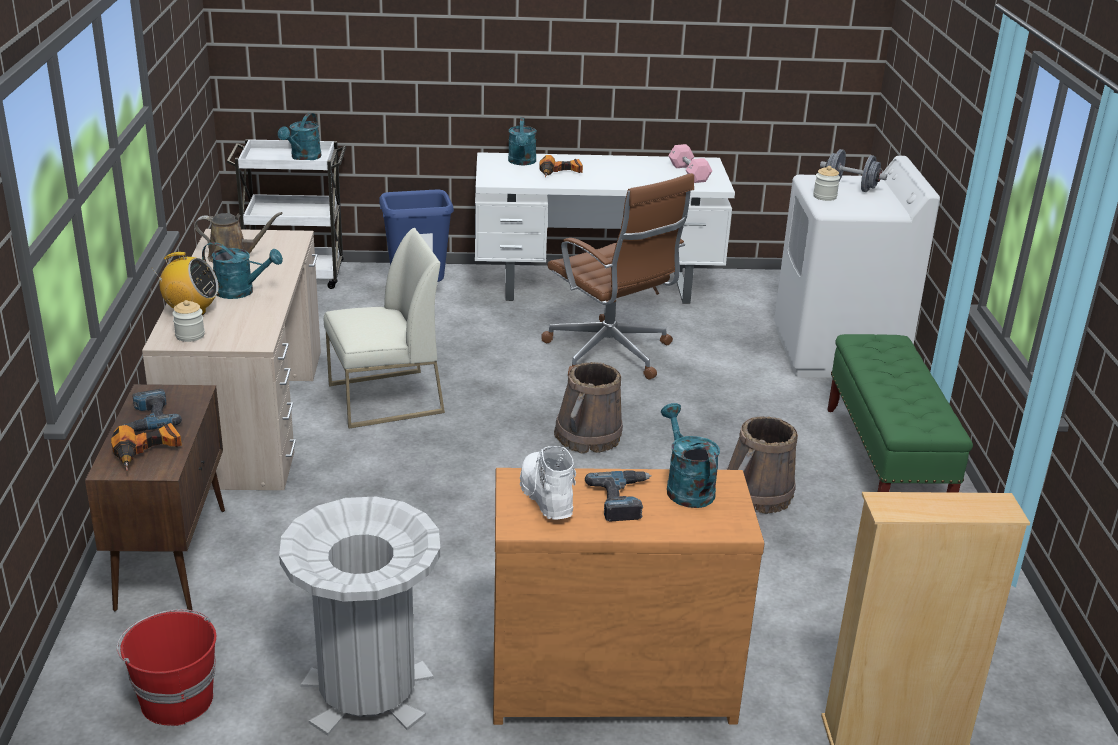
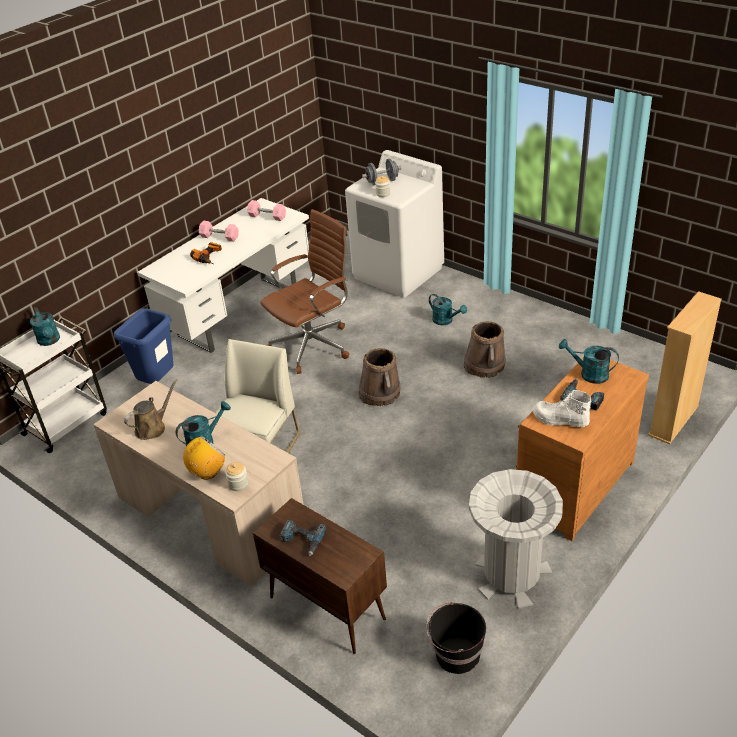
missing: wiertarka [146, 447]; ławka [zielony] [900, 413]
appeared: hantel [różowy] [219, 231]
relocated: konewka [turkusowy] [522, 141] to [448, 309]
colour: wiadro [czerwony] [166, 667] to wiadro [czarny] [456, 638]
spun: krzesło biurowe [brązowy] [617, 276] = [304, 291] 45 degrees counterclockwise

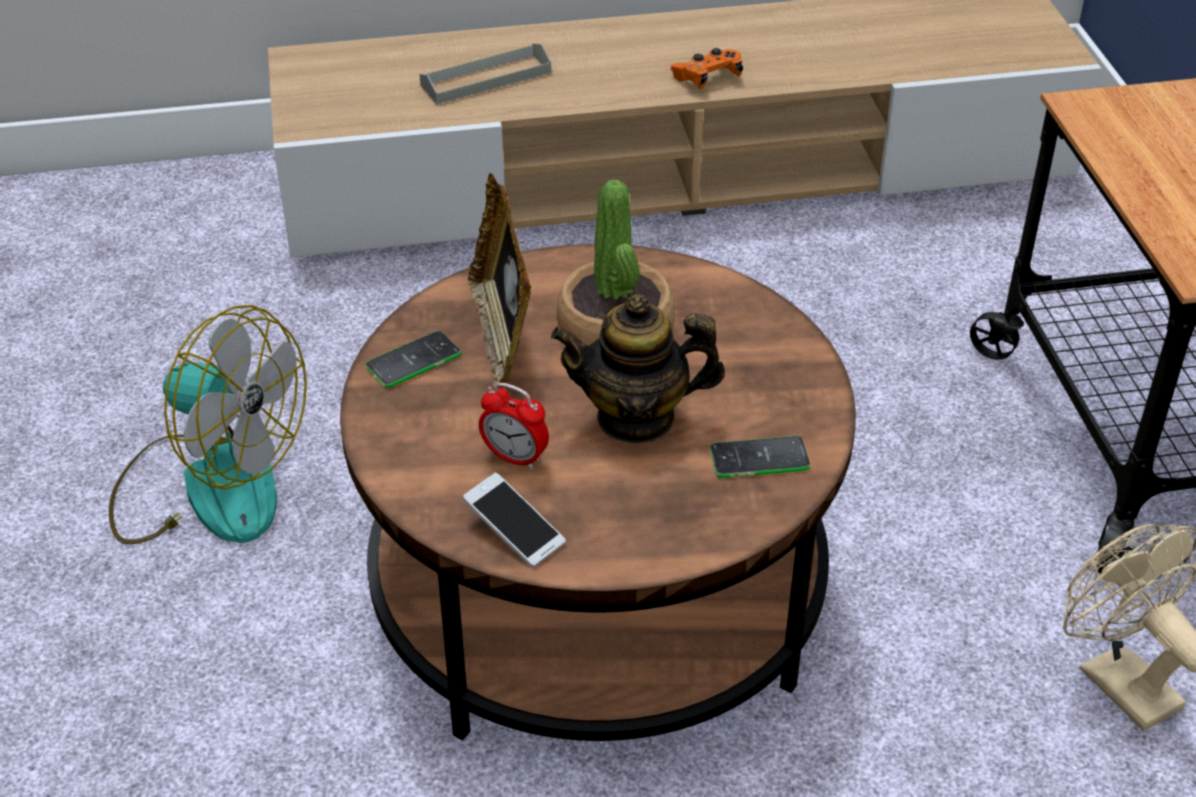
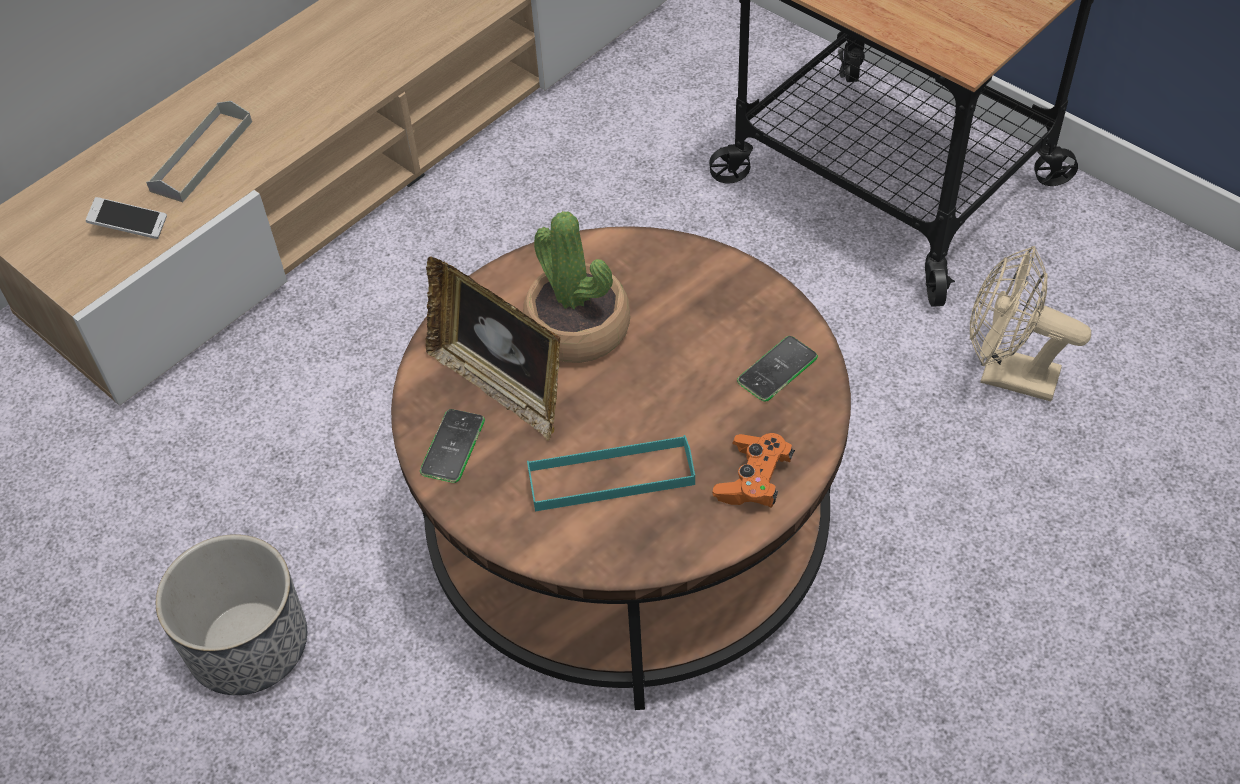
missing: imbryk [638, 369]
relocated: telefon [514, 520] to [126, 218]; pad do gier [pomarańczowy] [706, 68] to [754, 470]
exchanged: wentylator [208, 424] to donica [231, 614]; budzik [514, 426] to taca [turkusowy] [611, 473]

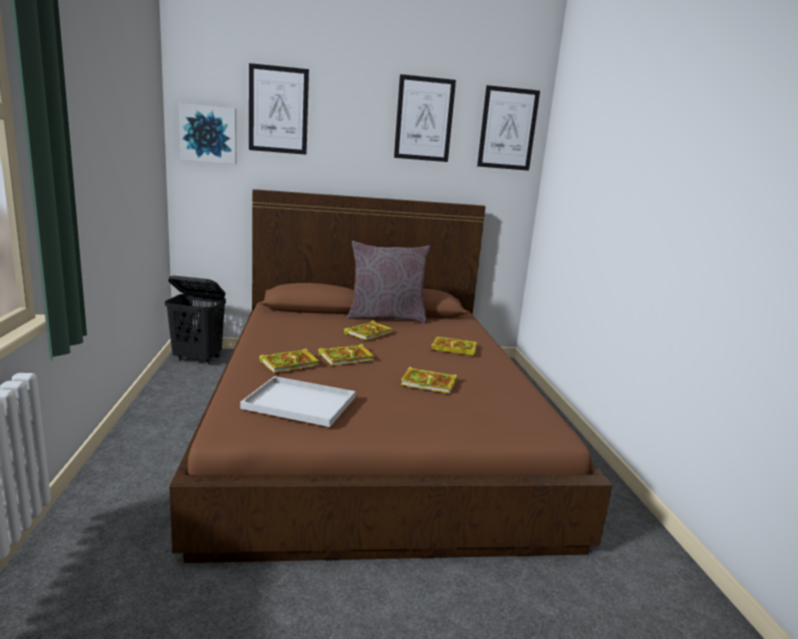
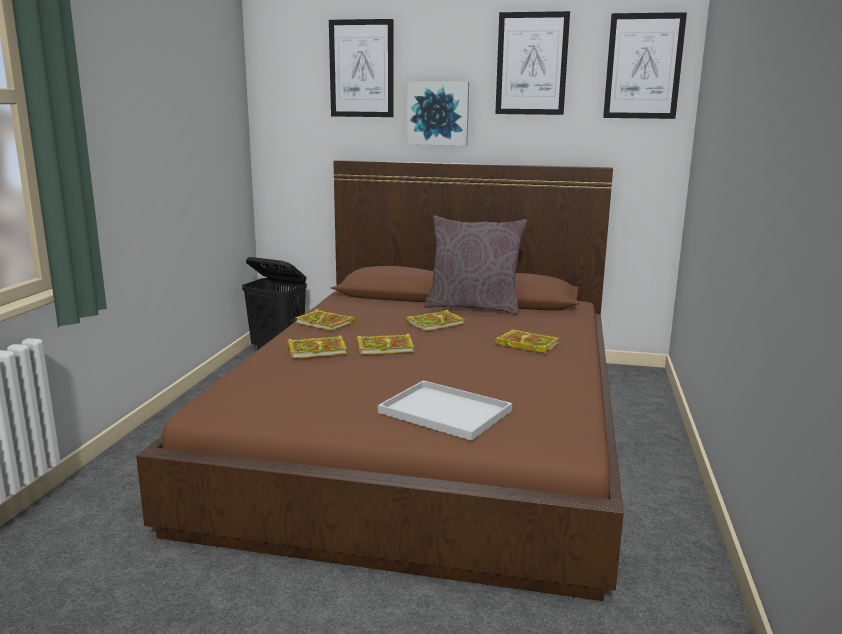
relocated: obraz [207, 133] to [438, 113]; taca [biały] [298, 401] to [445, 410]; książka [428, 380] to [325, 320]

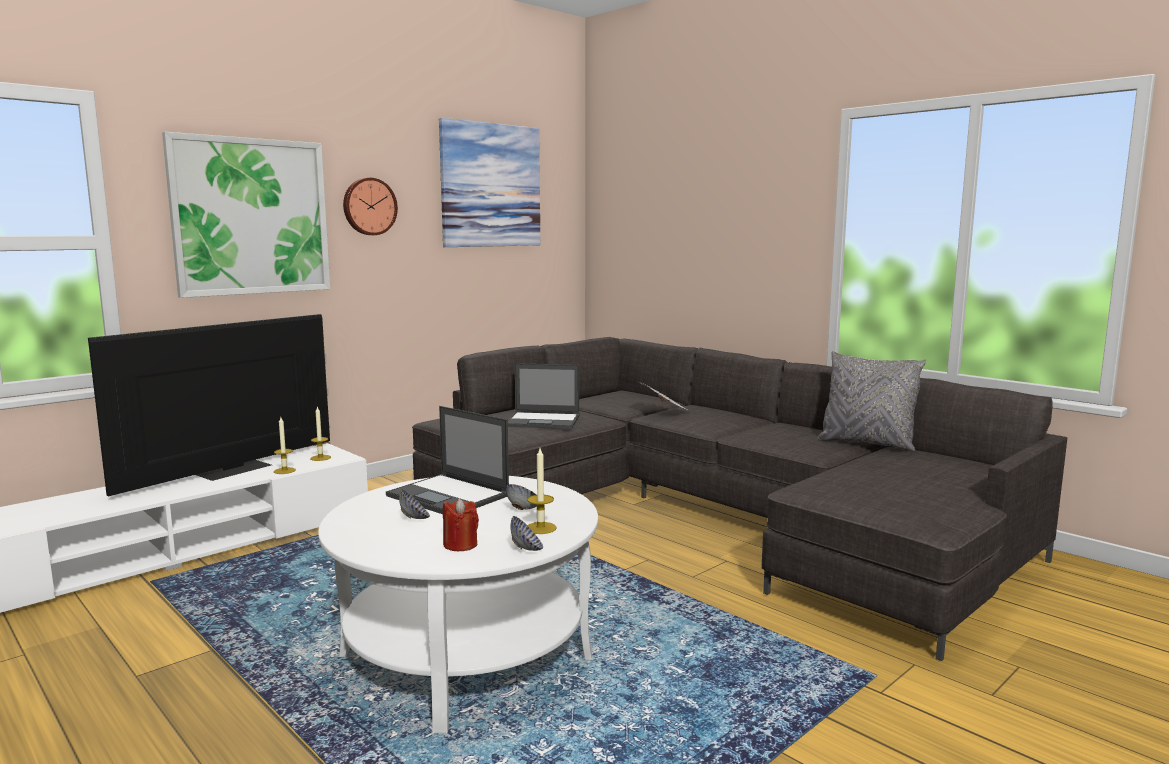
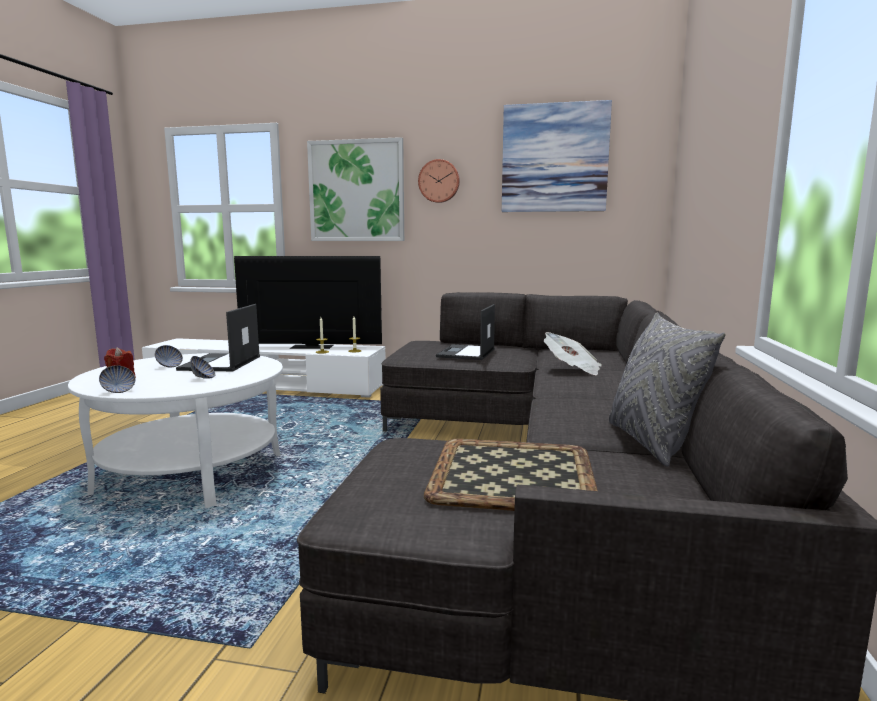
missing: świeca [542, 491]
appeared: taca [511, 475]
spun: laptop [544, 396] = [465, 332] 45 degrees clockwise

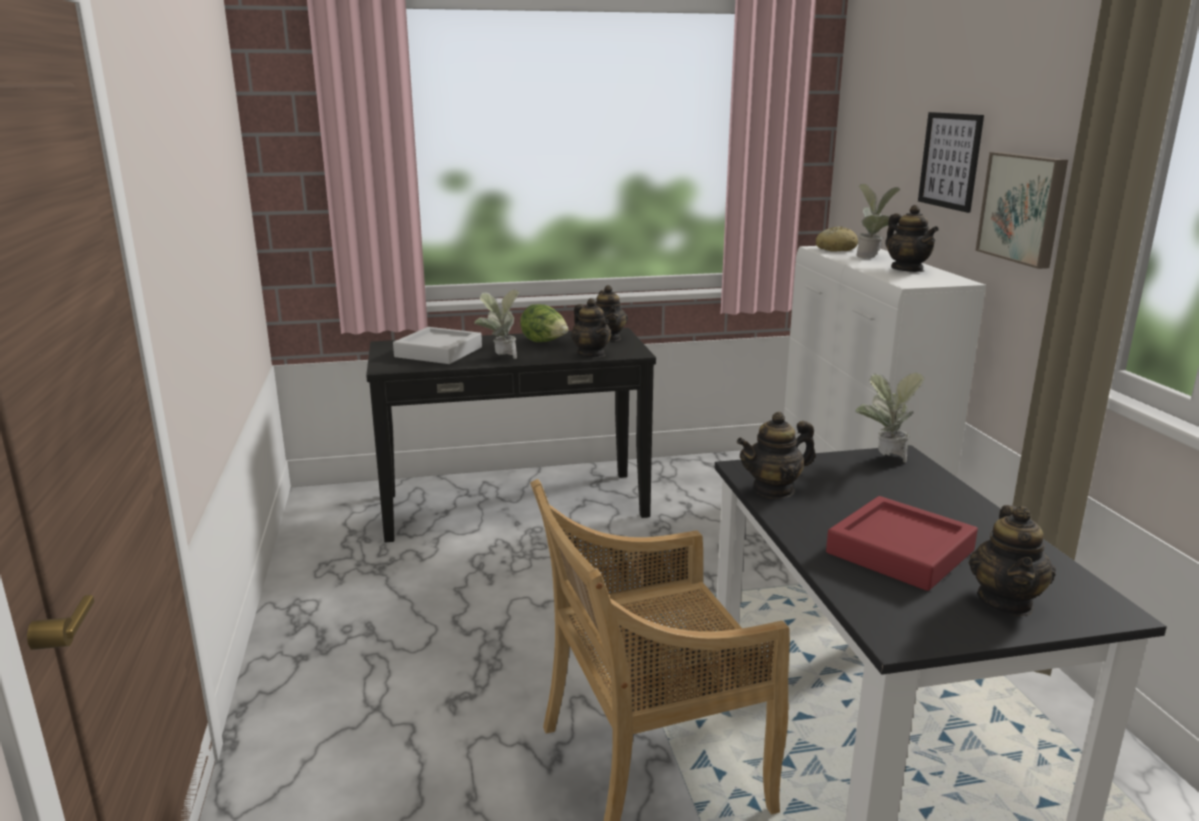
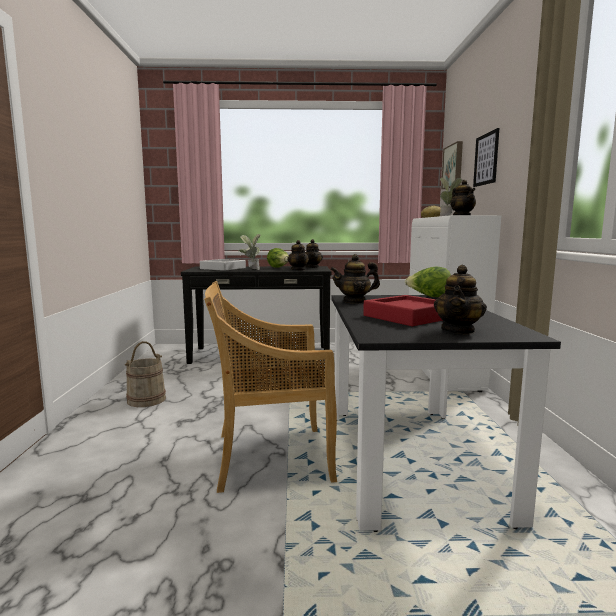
appeared: wiadro [beżowy] [145, 374]
relocated: obraz [1021, 210] to [452, 165]
exchanged: roślina doniczkowa [890, 418] to sałata [428, 281]

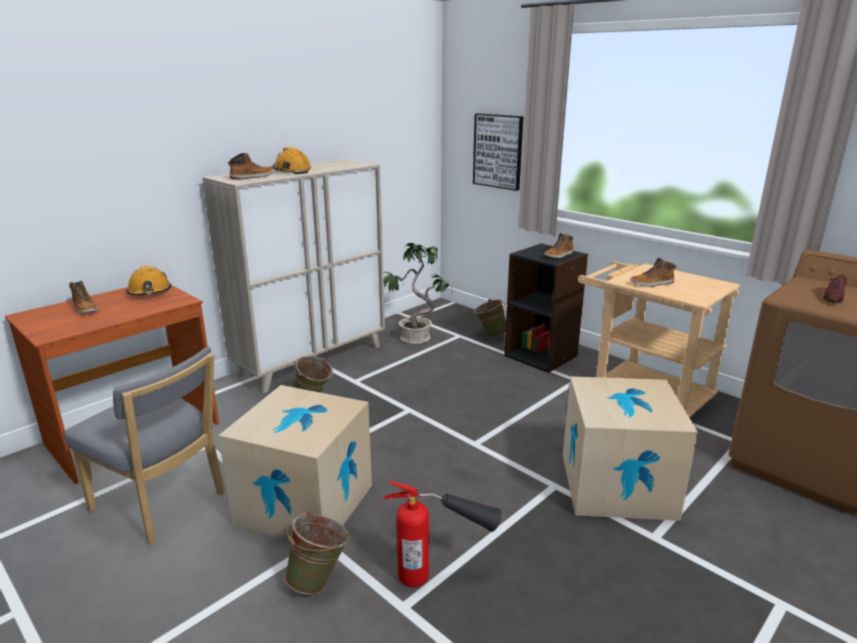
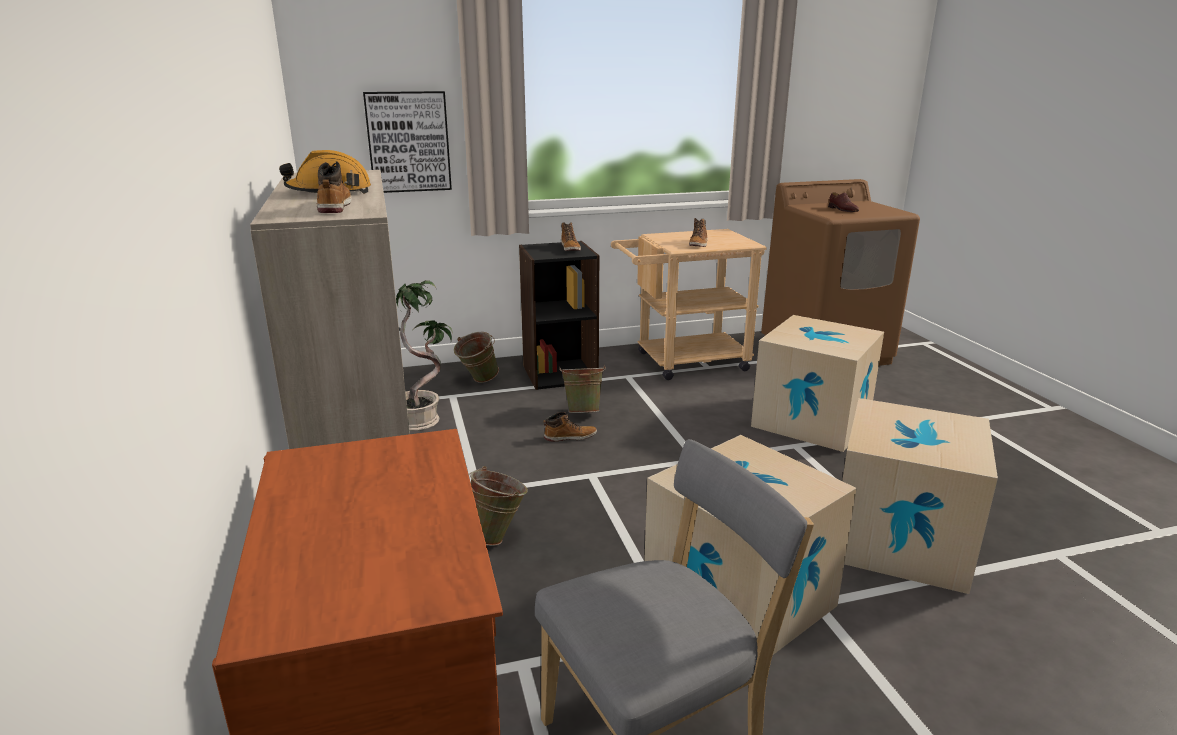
missing: kask [pomarańczowy] [148, 280]
relocated: but z cholewką [84, 297] to [570, 427]; wiadro [zielony] [317, 552] to [582, 389]
exchanged: gaśnica [442, 534] to karton [920, 496]

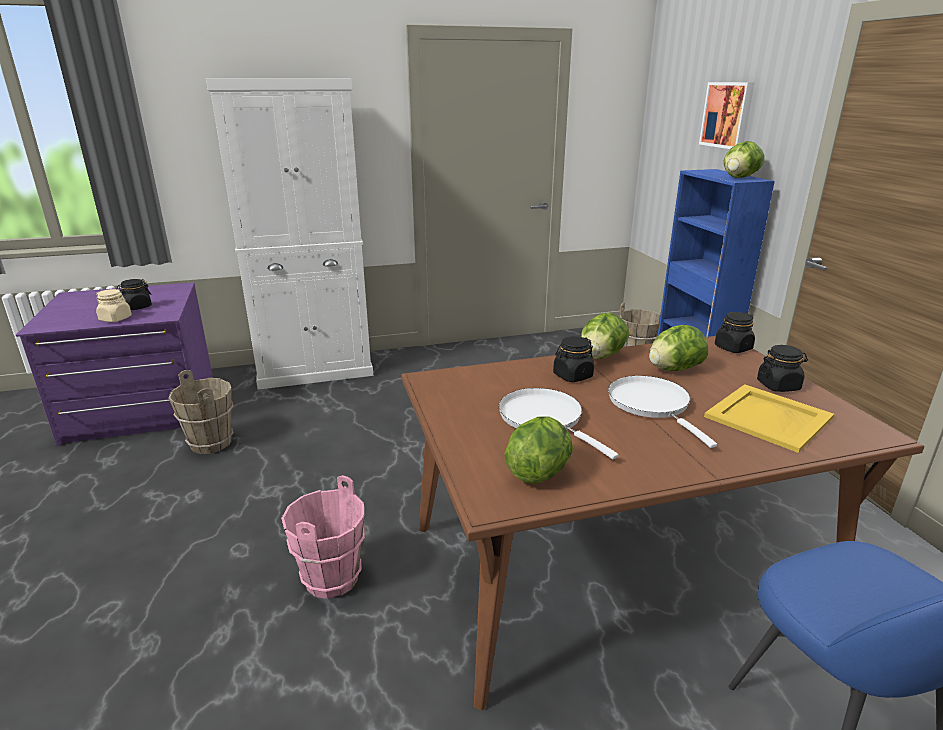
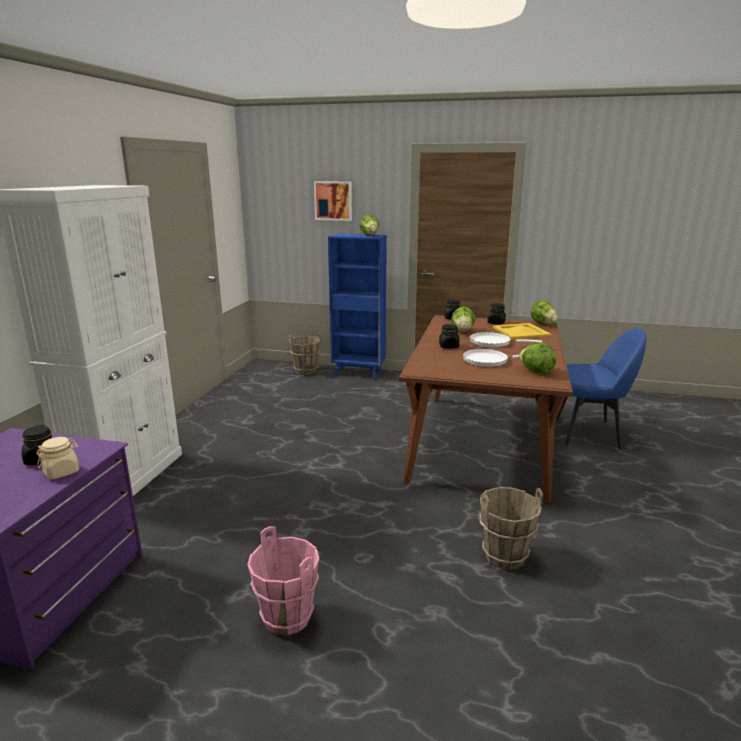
relocated: wiadro [brązowy] [201, 412] to [511, 528]; wiadro [różowy] [323, 537] to [283, 580]; sałata [604, 336] to [544, 312]

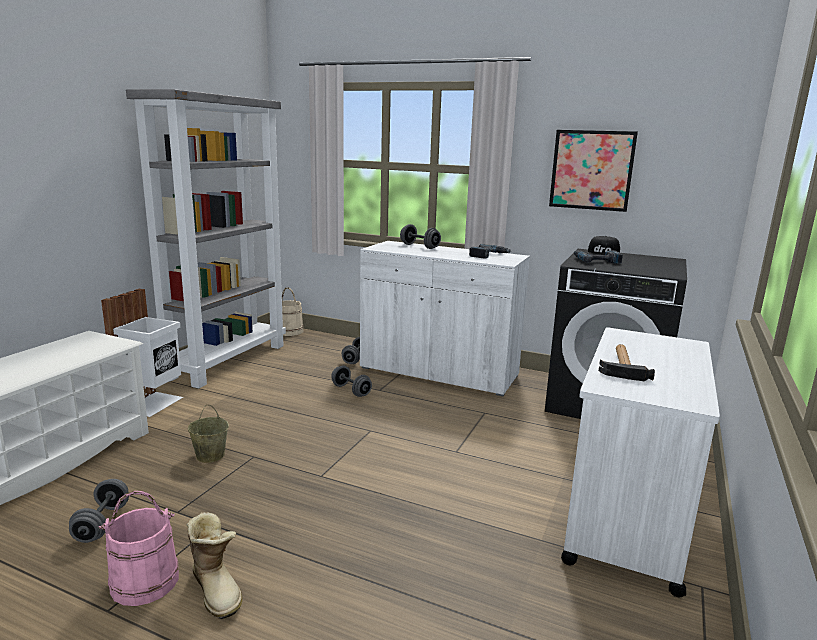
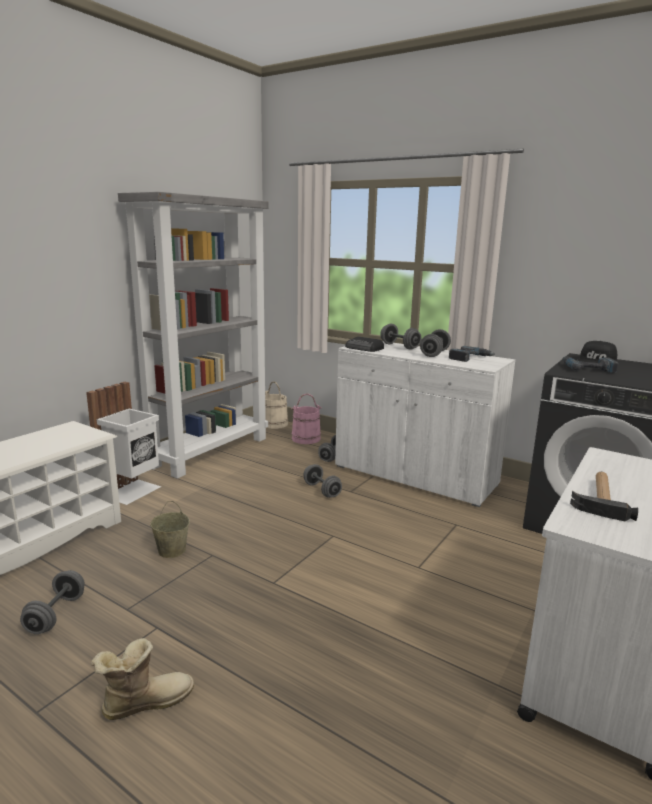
missing: obraz [593, 171]
appeared: radio [364, 344]; hantel [szary] [435, 343]
relocated: wiadro [różowy] [139, 548] to [306, 418]
spun: but z cholewką [215, 565] = [142, 679] 90 degrees counterclockwise

